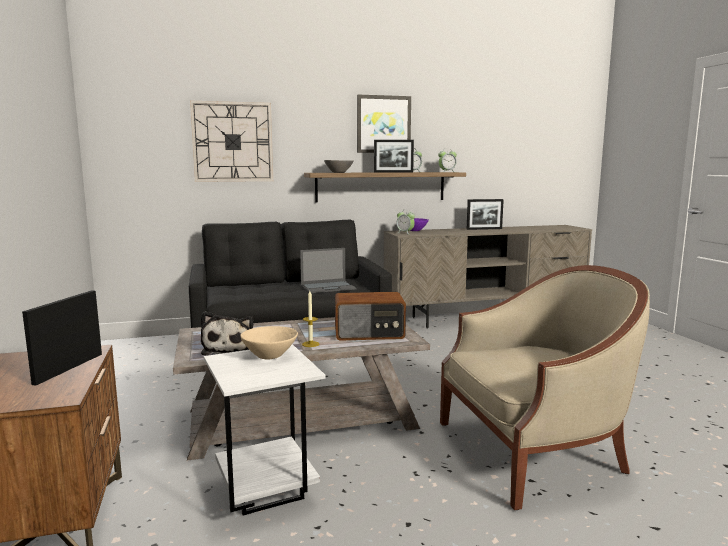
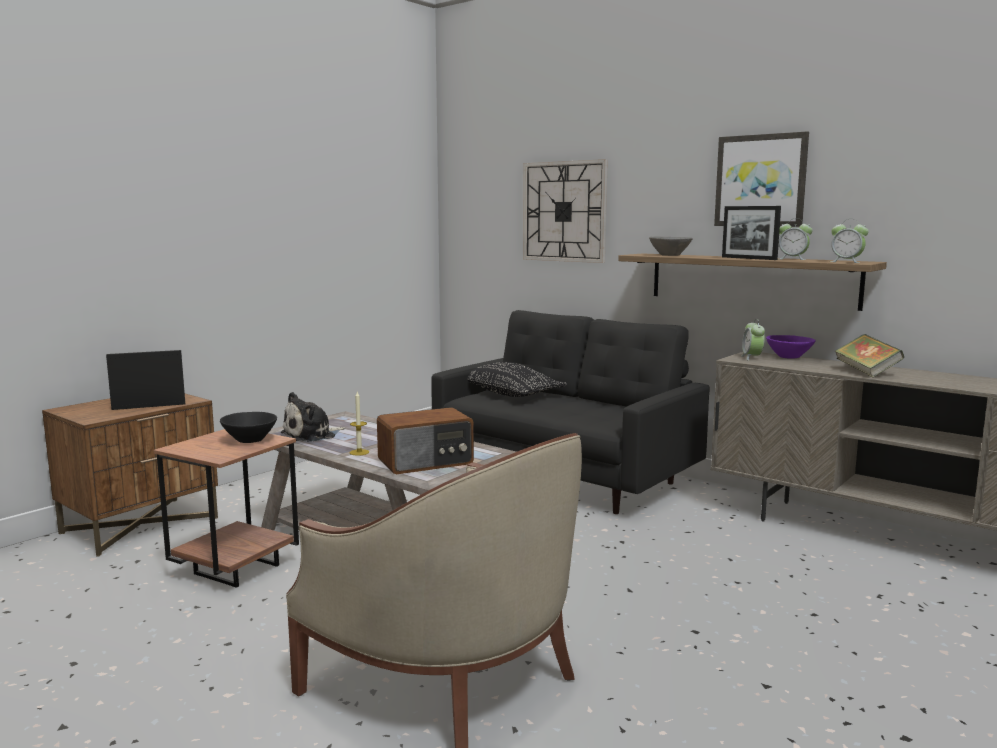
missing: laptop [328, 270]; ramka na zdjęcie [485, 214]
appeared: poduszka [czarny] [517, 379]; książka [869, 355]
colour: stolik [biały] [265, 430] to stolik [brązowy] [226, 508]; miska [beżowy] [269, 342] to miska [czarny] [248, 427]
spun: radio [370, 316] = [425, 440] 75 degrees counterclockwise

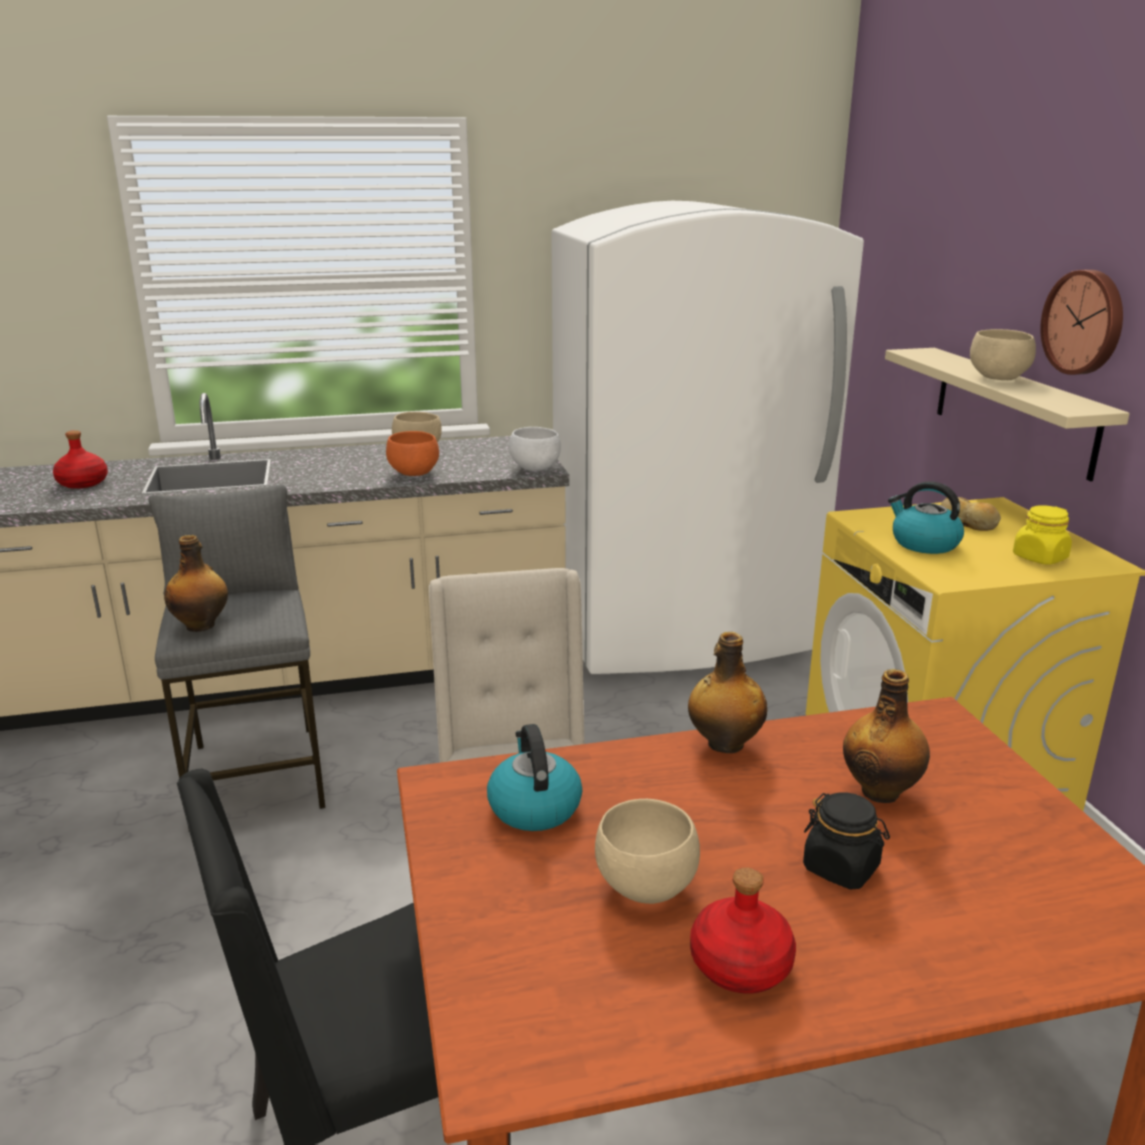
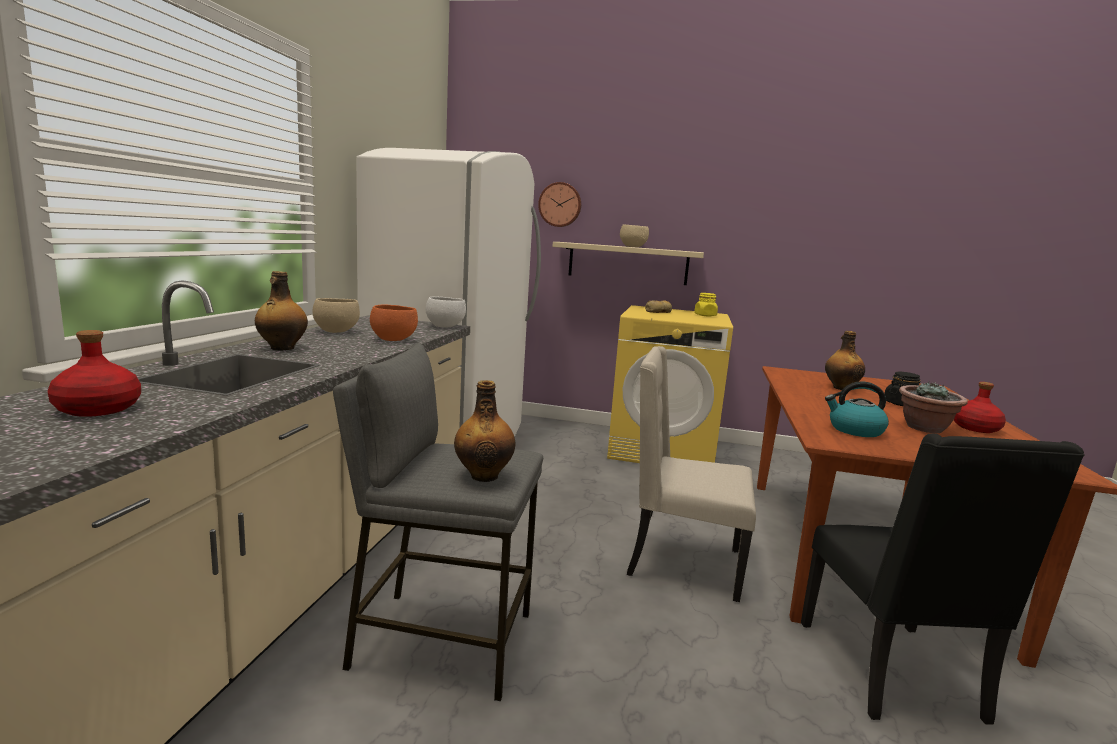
missing: czajnik [926, 517]
relocated: butelka [727, 692] to [281, 310]; zegar ścienny [1081, 322] to [559, 204]
exchanged: miska [beżowy] [647, 851] to roślina doniczkowa [933, 407]

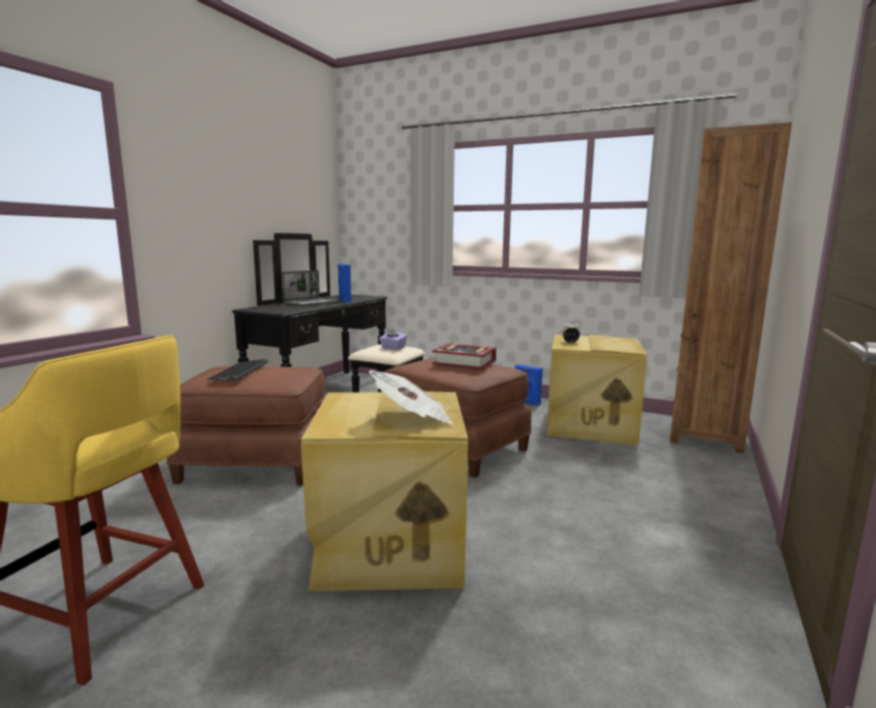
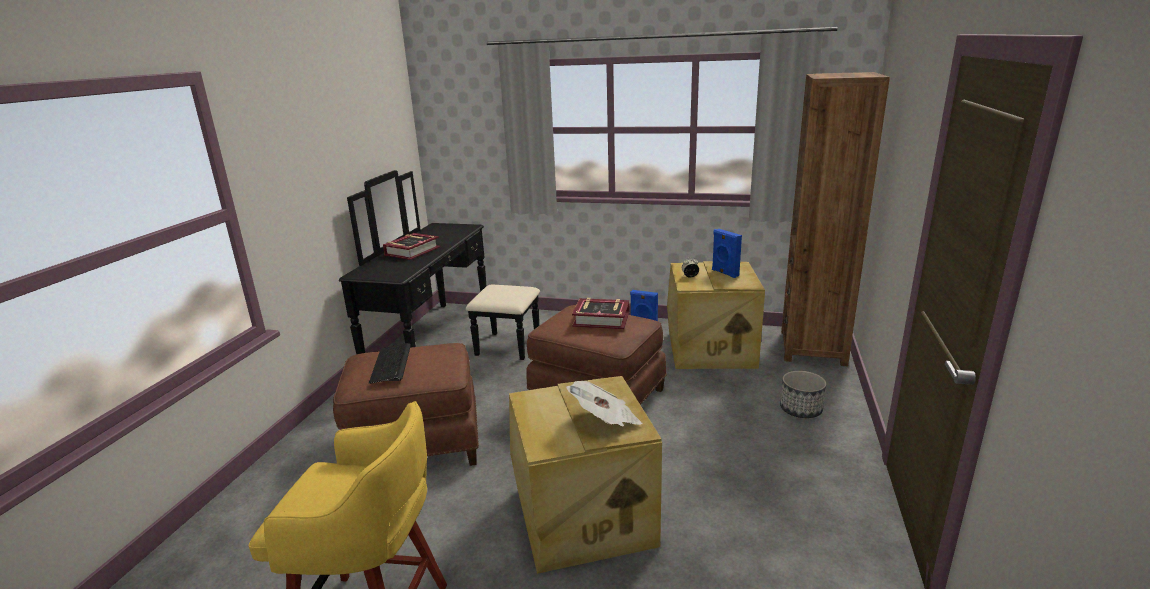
missing: pudełko chusteczek [fioletowy] [393, 339]
appeared: donica [803, 394]
relocated: głośnik [niebieski] [344, 283] to [727, 253]
exchanged: laptop [309, 288] to książka [411, 246]

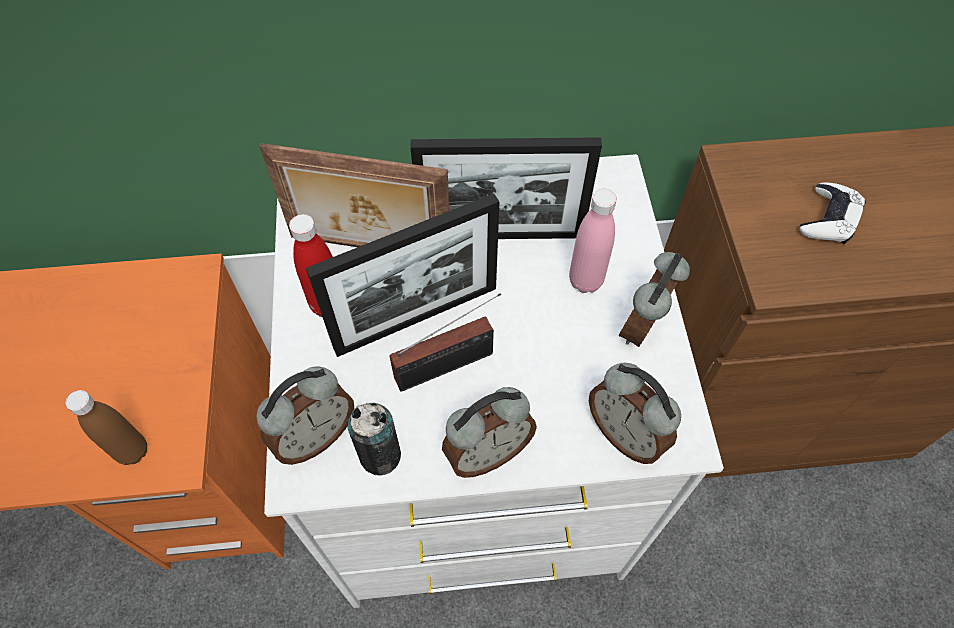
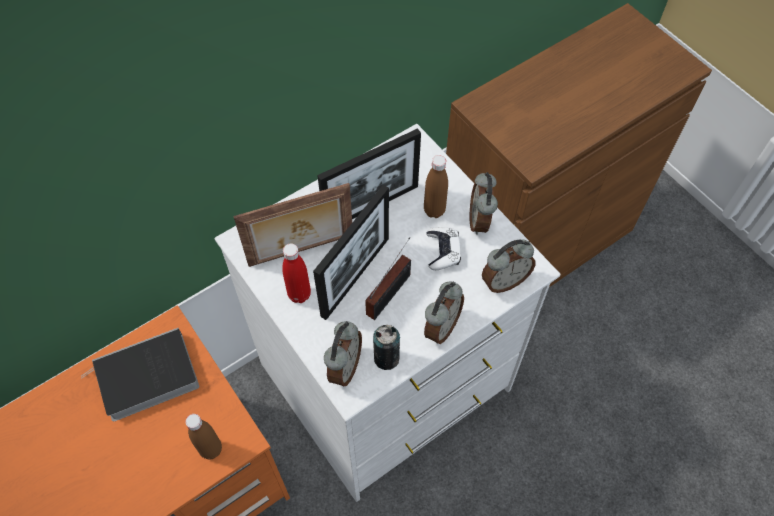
appeared: książka [140, 374]
relocated: pad do gier [biały] [833, 213] to [443, 248]
colour: butelka [różowy] [593, 241] to butelka [brązowy] [436, 186]
spun: budzik [635, 413] = [509, 266] 45 degrees counterclockwise

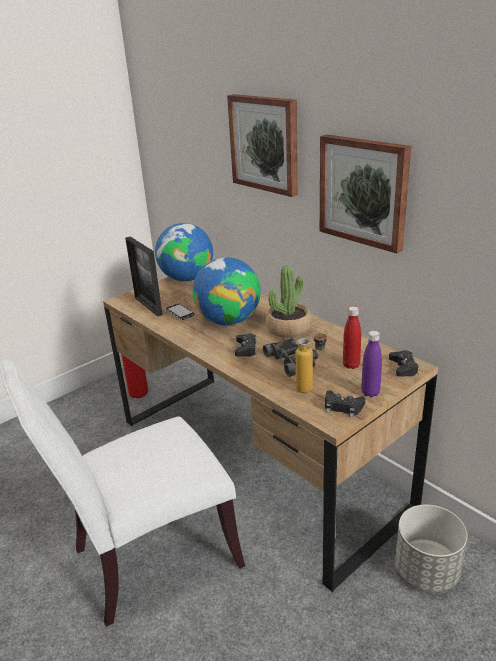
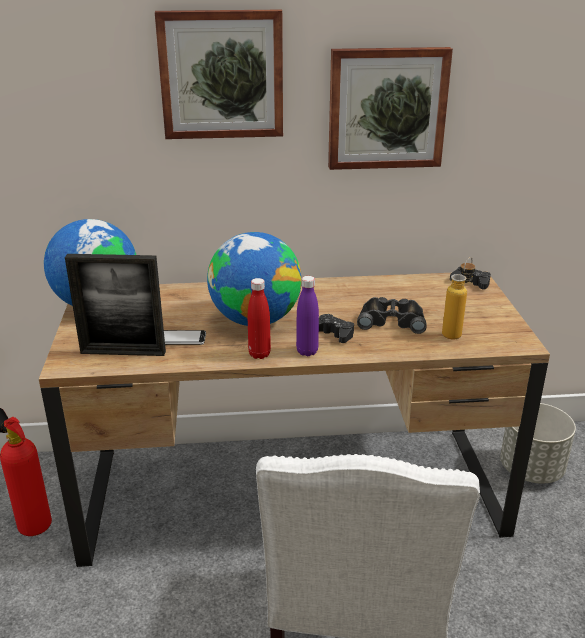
missing: roślina doniczkowa [289, 301]; pad do gier [czarny] [345, 403]
relocated: butelka [czerwony] [352, 337] to [259, 318]; butelka [fioletowy] [371, 364] to [307, 316]

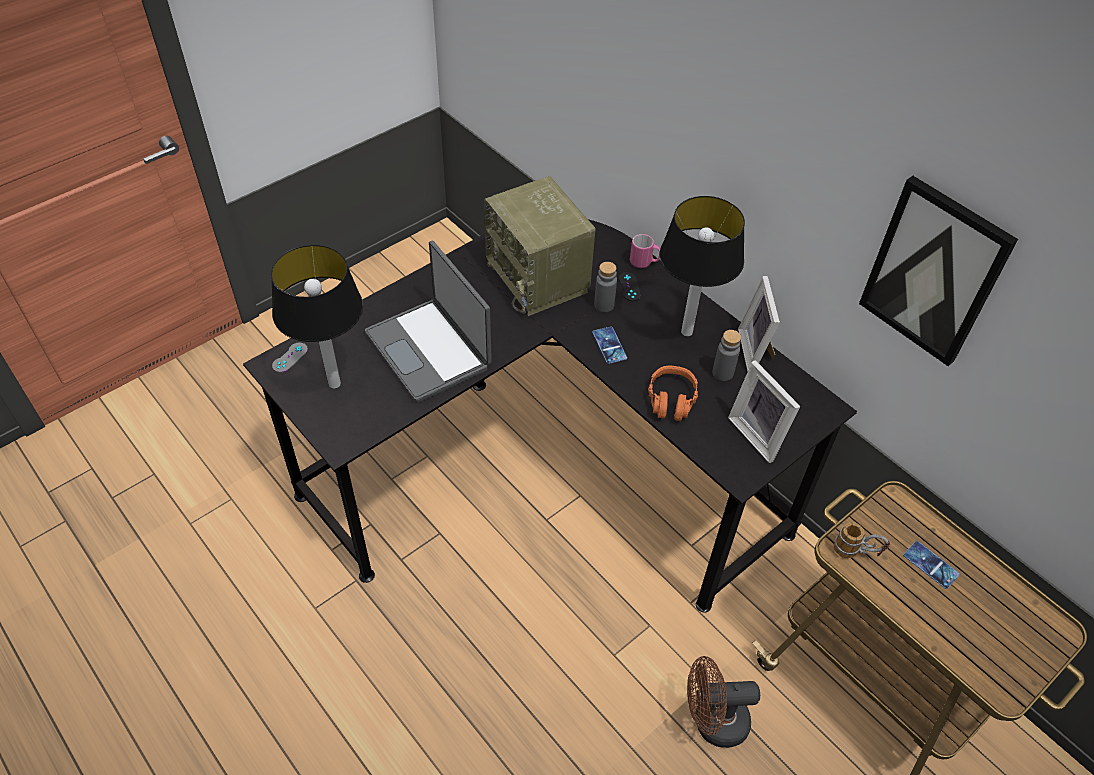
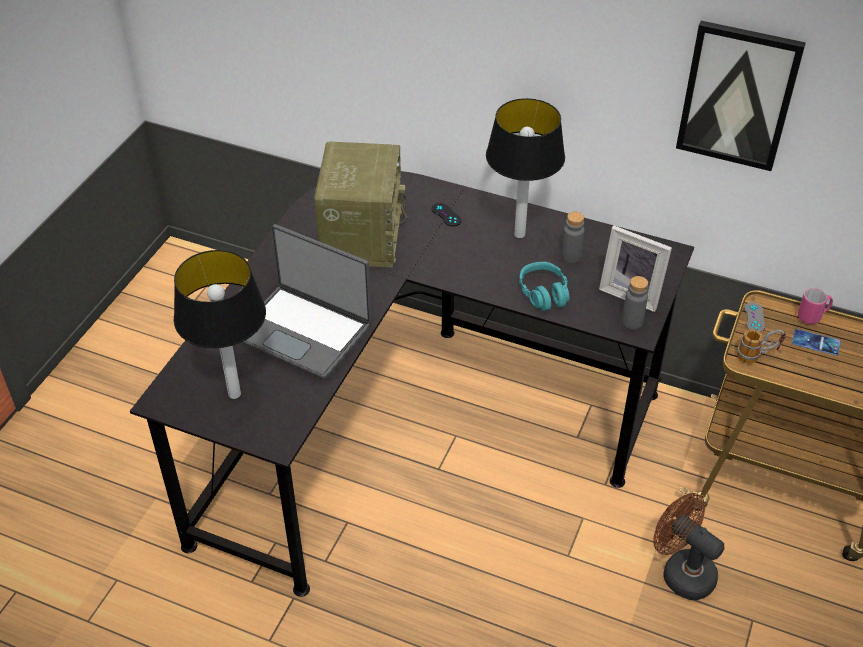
missing: telefon [609, 345]; ramka na zdjęcie [759, 323]
relocated: pad do gier [szary] [290, 358] to [754, 317]; butelka [szary] [605, 287] to [635, 302]; kubek [różowy] [645, 251] to [815, 306]
colour: słuchawki [pomarańczowy] [673, 393] to słuchawki [turkusowy] [544, 286]
spun: radio [540, 246] = [361, 204] 120 degrees counterclockwise; wentylator [brązowy] [723, 702] = [688, 546] 75 degrees clockwise

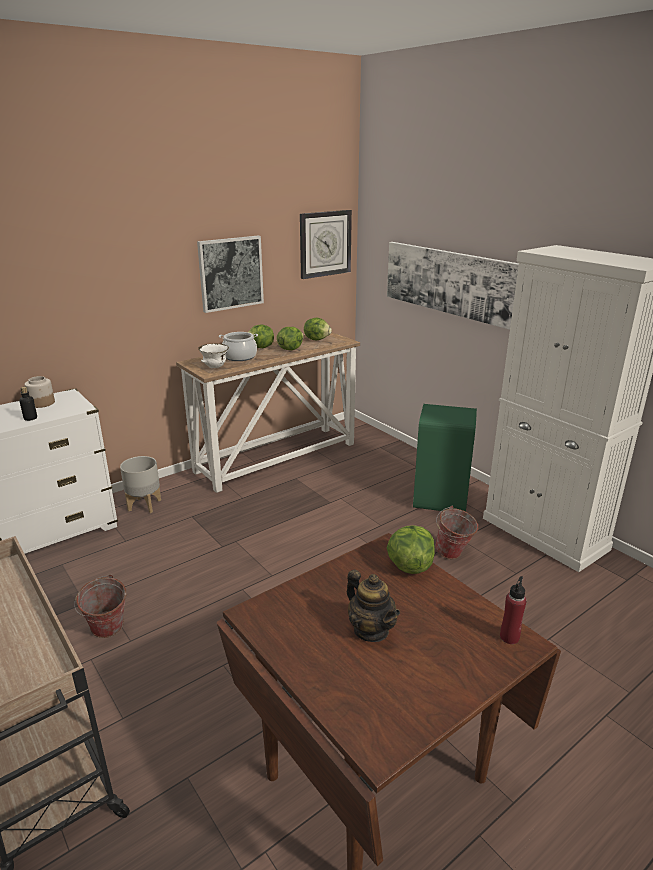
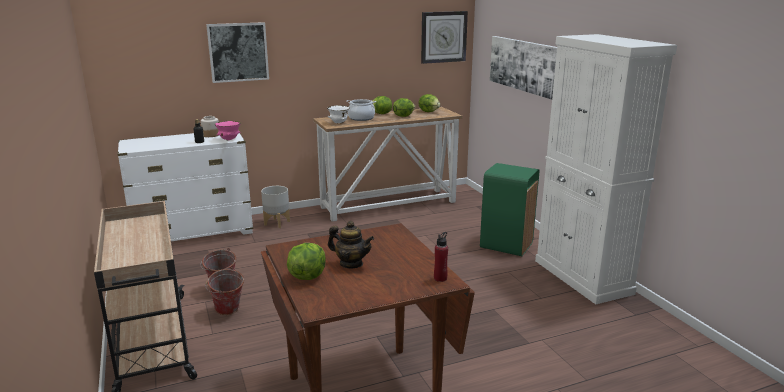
appeared: miska [różowy] [228, 131]
relocated: obraz [230, 274] to [237, 52]; sałata [411, 549] to [306, 261]; wiadro [456, 532] to [224, 291]
spun: imbryk [373, 606] = [351, 244] 45 degrees counterclockwise

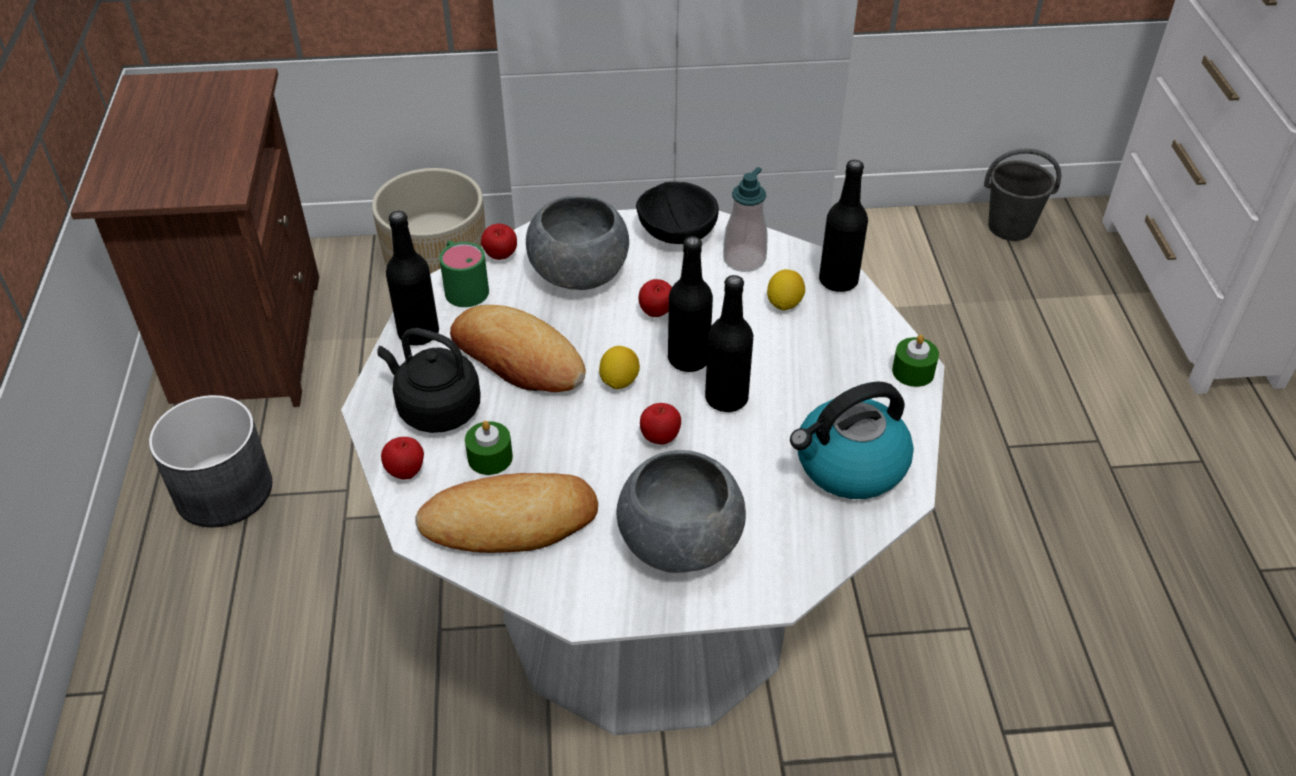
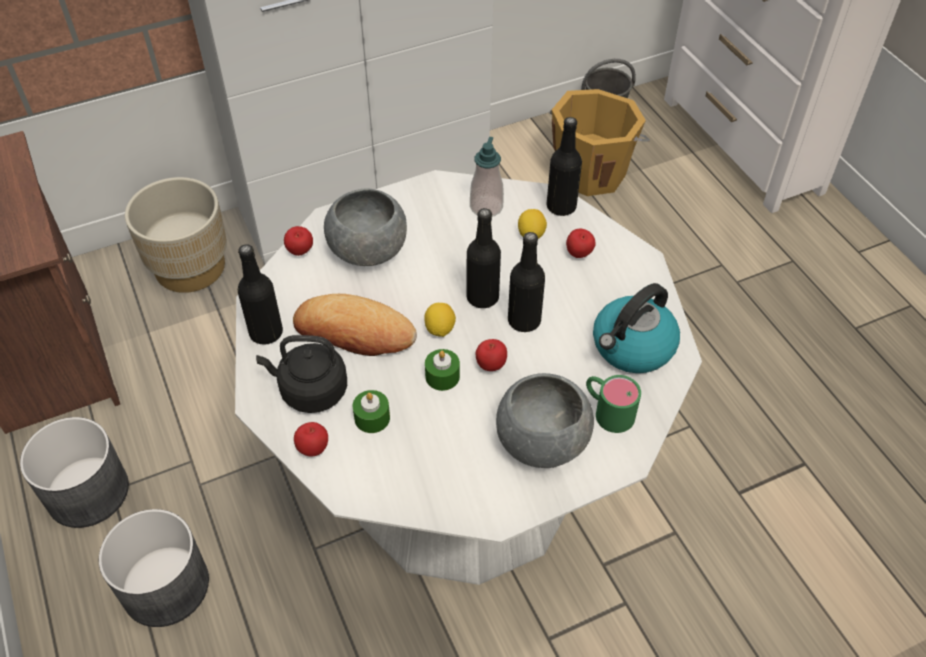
missing: chleb [506, 513]; miska [czarny] [677, 213]
appeared: donica [szary] [154, 568]; wiadro [pomarańczowy] [600, 142]
relocated: kubek [zielony] [464, 274] to [613, 404]; jabłko [655, 298] to [581, 243]; świeca [zielony] [915, 361] to [442, 370]

